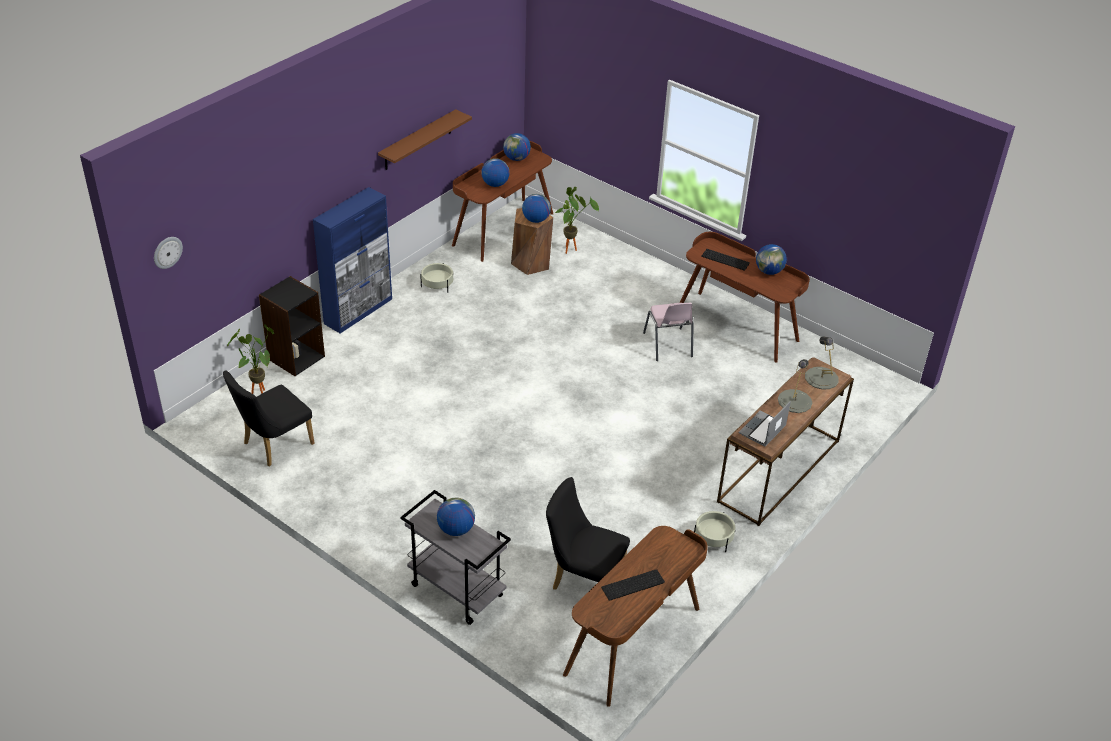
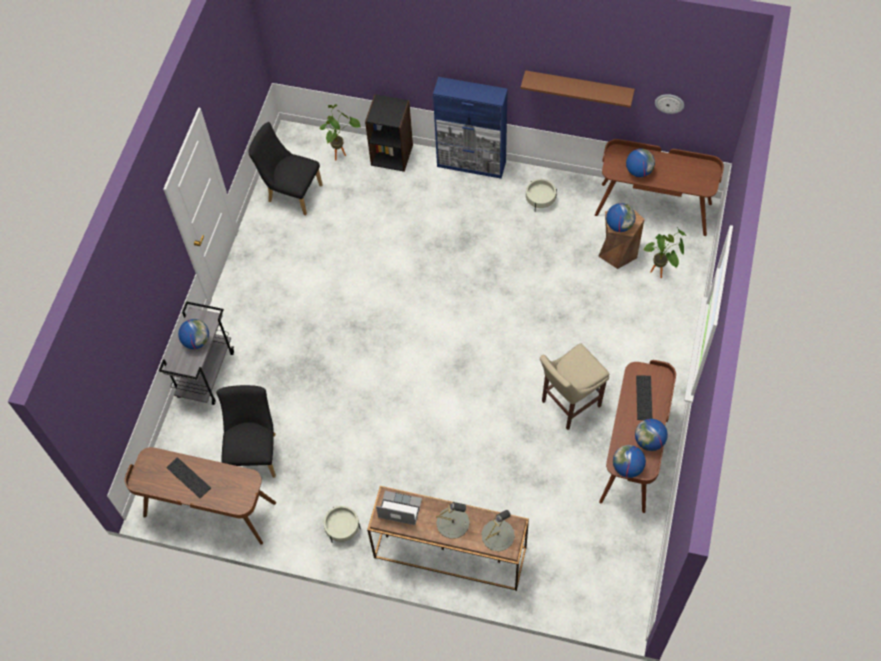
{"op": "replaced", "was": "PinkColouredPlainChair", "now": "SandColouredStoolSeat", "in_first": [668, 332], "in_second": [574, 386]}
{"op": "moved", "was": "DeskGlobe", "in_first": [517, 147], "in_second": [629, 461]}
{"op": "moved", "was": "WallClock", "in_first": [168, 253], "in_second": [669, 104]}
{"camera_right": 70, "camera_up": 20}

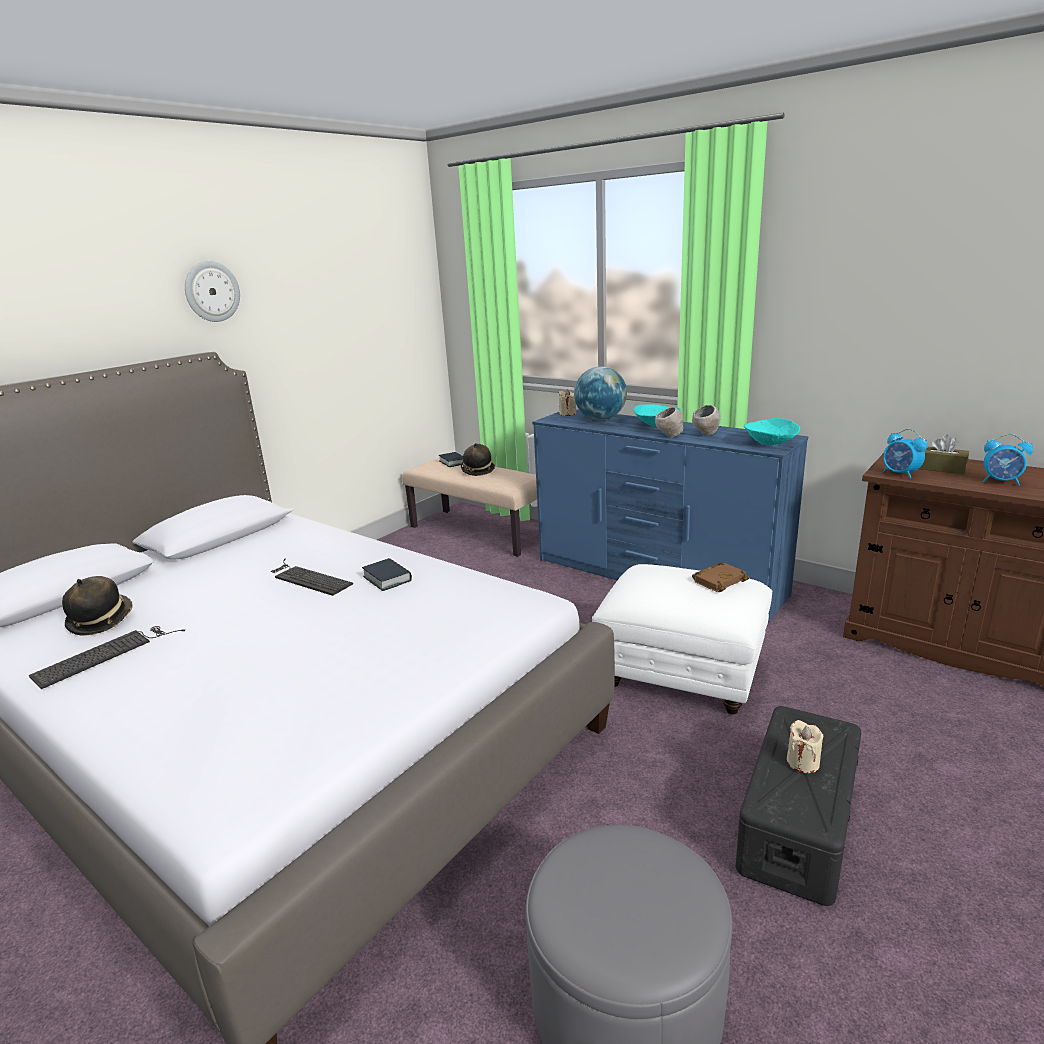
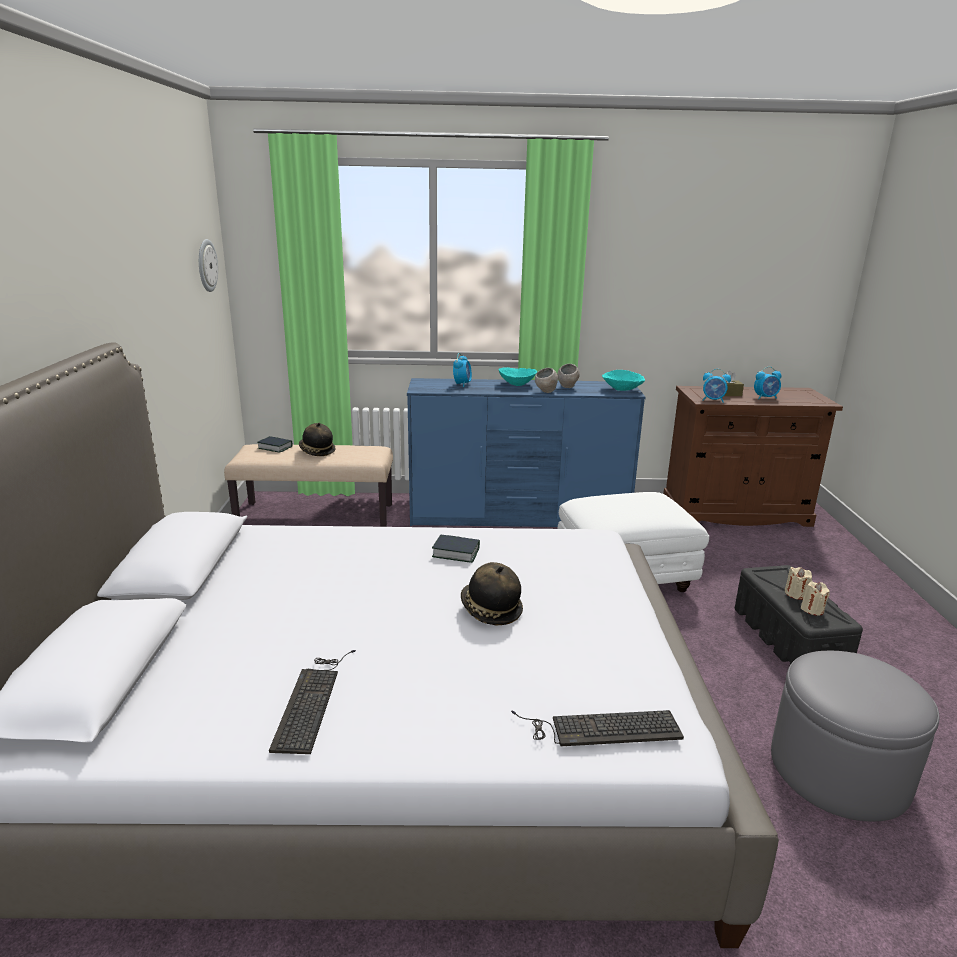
{"op": "moved", "was": "WallClock", "in_first": [212, 291], "in_second": [208, 265]}
{"op": "replaced", "was": "DeskGlobe", "now": "AlarmClock", "in_first": [600, 393], "in_second": [462, 370]}
{"op": "moved", "was": "Hat", "in_first": [97, 606], "in_second": [492, 594]}
{"op": "moved", "was": "ComputerKeyboard", "in_first": [311, 577], "in_second": [597, 728]}
{"op": "moved", "was": "SandColouredCandle", "in_first": [567, 402], "in_second": [815, 598]}
{"op": "removed", "was": "BrownishBook", "in_first": [720, 577]}
{"camera_right": -40, "camera_up": 0}

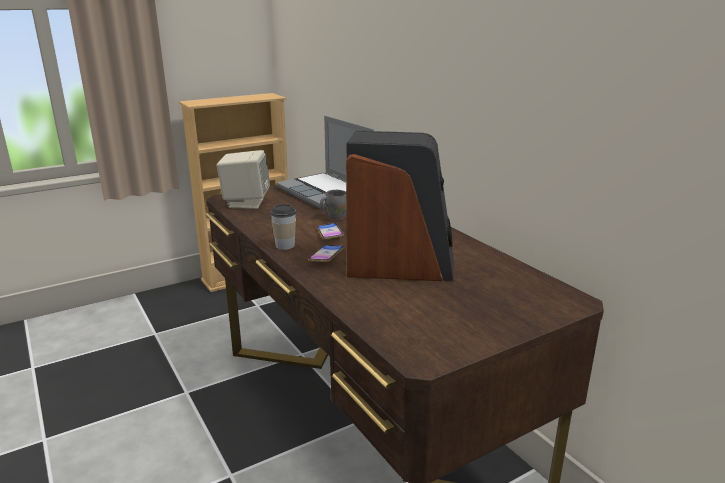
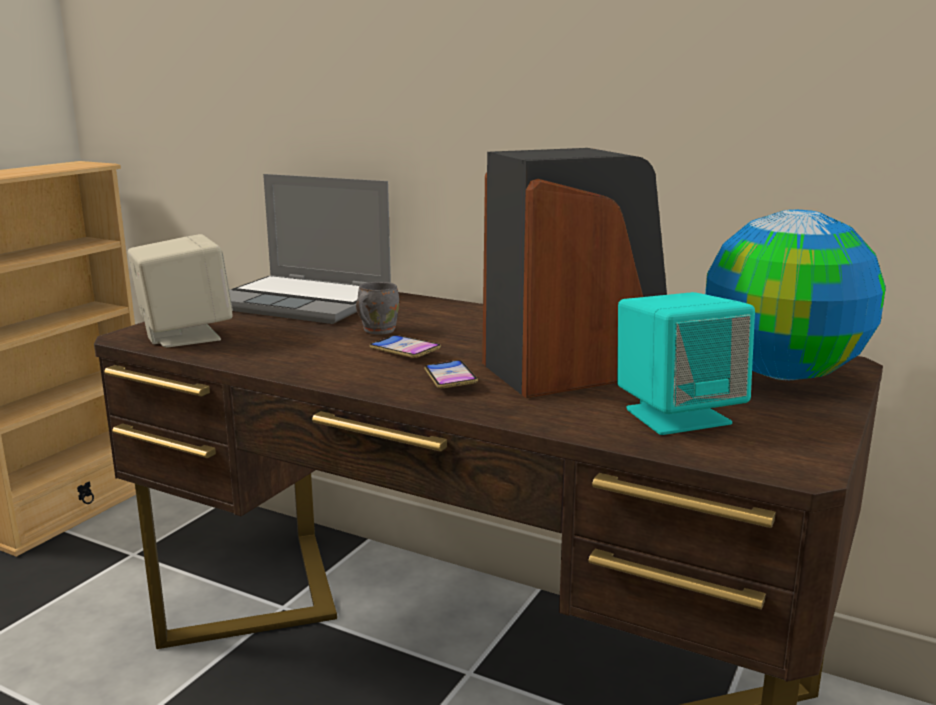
{"op": "added", "now": "BlueGreenLoudspeaker", "in_second": [686, 363]}
{"op": "added", "now": "DeskGlobe", "in_second": [795, 295]}
{"op": "removed", "was": "DrinkingCup", "in_first": [283, 227]}
{"camera_right": -30, "camera_up": -5}

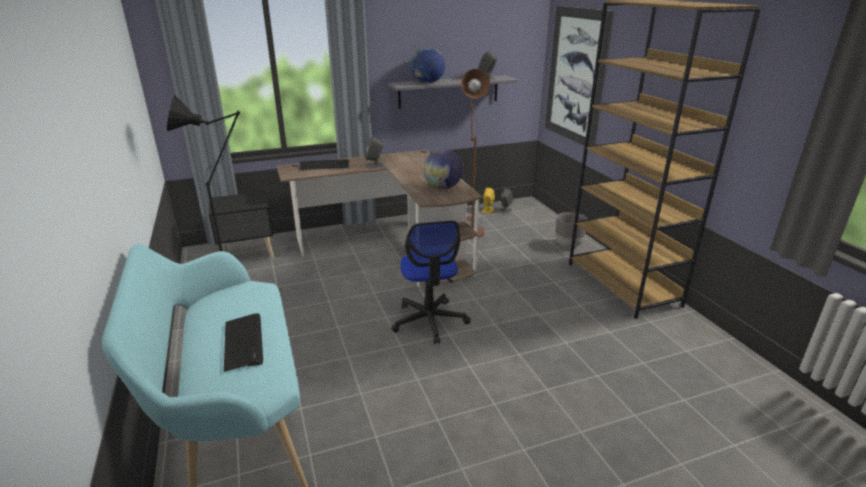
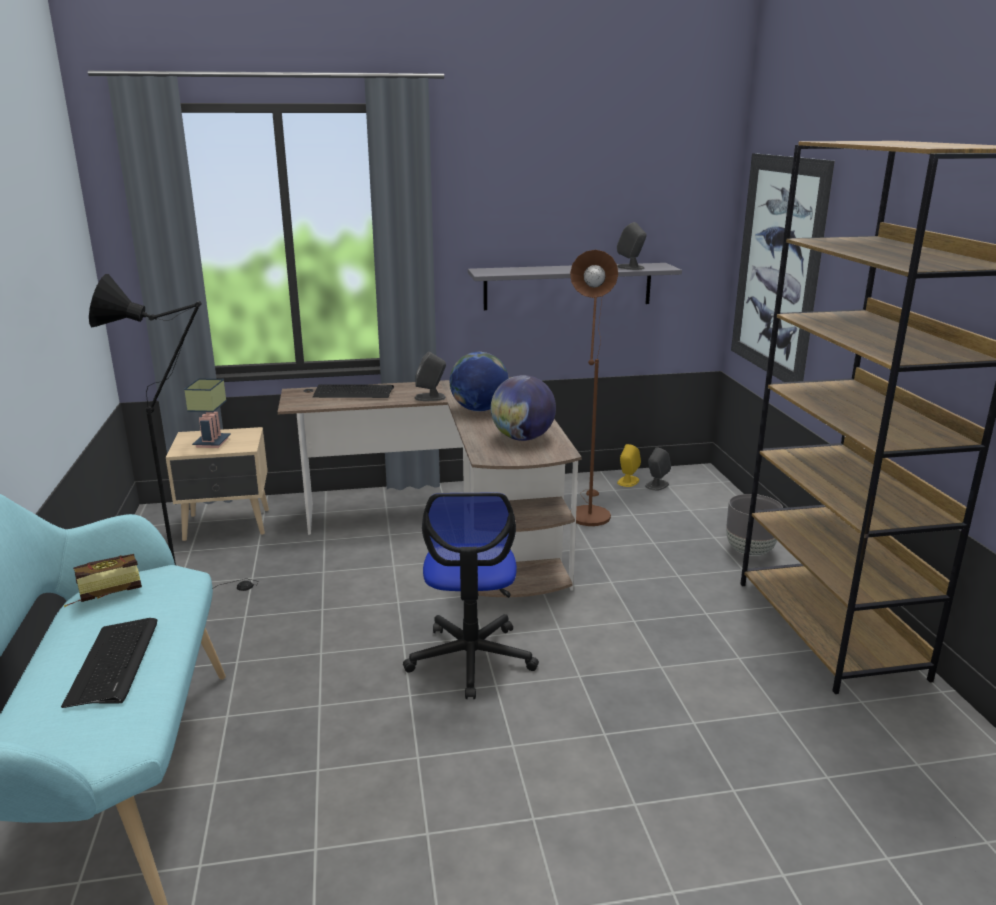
{"op": "added", "now": "Book", "in_second": [103, 580]}
{"op": "recoloured", "was": "BlackColouredBedsideTable", "now": "SandColouredBedsideTable", "in_first": [242, 225], "in_second": [217, 484]}
{"op": "added", "now": "TabletopLamp", "in_second": [207, 413]}
{"op": "moved", "was": "DeskGlobe", "in_first": [428, 65], "in_second": [479, 381]}
{"camera_right": 10, "camera_up": -5}

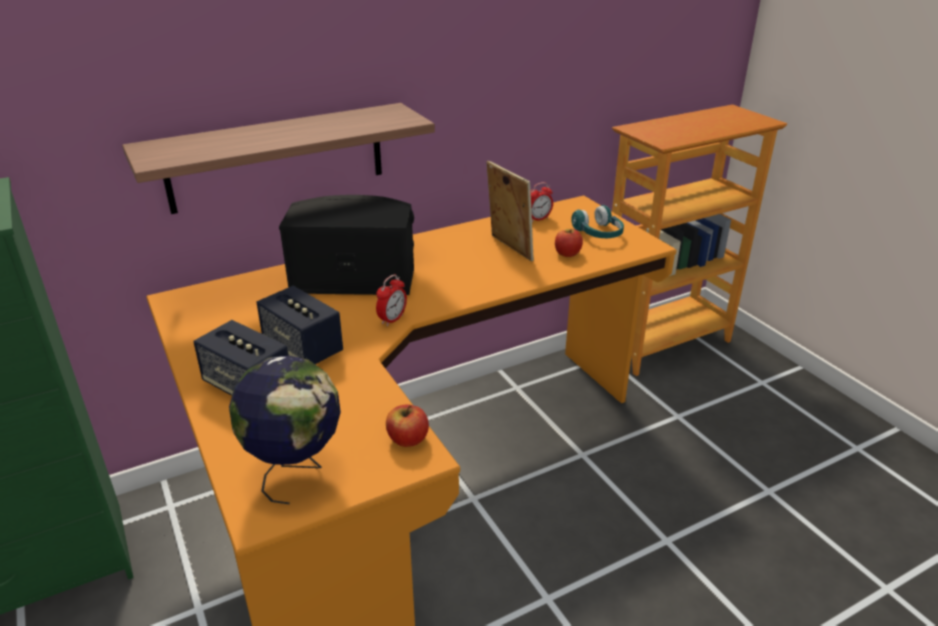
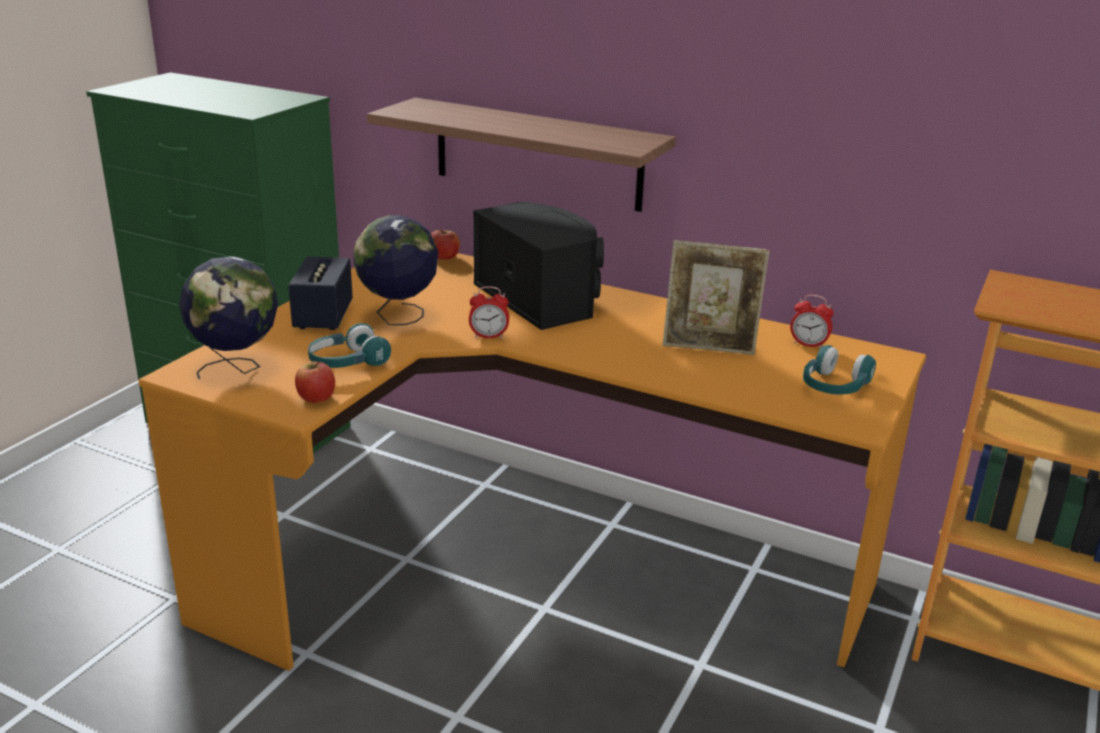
{"op": "added", "now": "BlueGreenHeadset", "in_second": [349, 345]}
{"op": "replaced", "was": "Loudspeaker", "now": "DeskGlobe", "in_first": [299, 325], "in_second": [396, 270]}
{"op": "moved", "was": "WholeApple", "in_first": [569, 243], "in_second": [445, 244]}
{"op": "turned", "was": "PhotoFrame", "in_first": [510, 211], "in_second": [716, 297], "clockwise": 75}
{"camera_right": 55, "camera_up": -5}

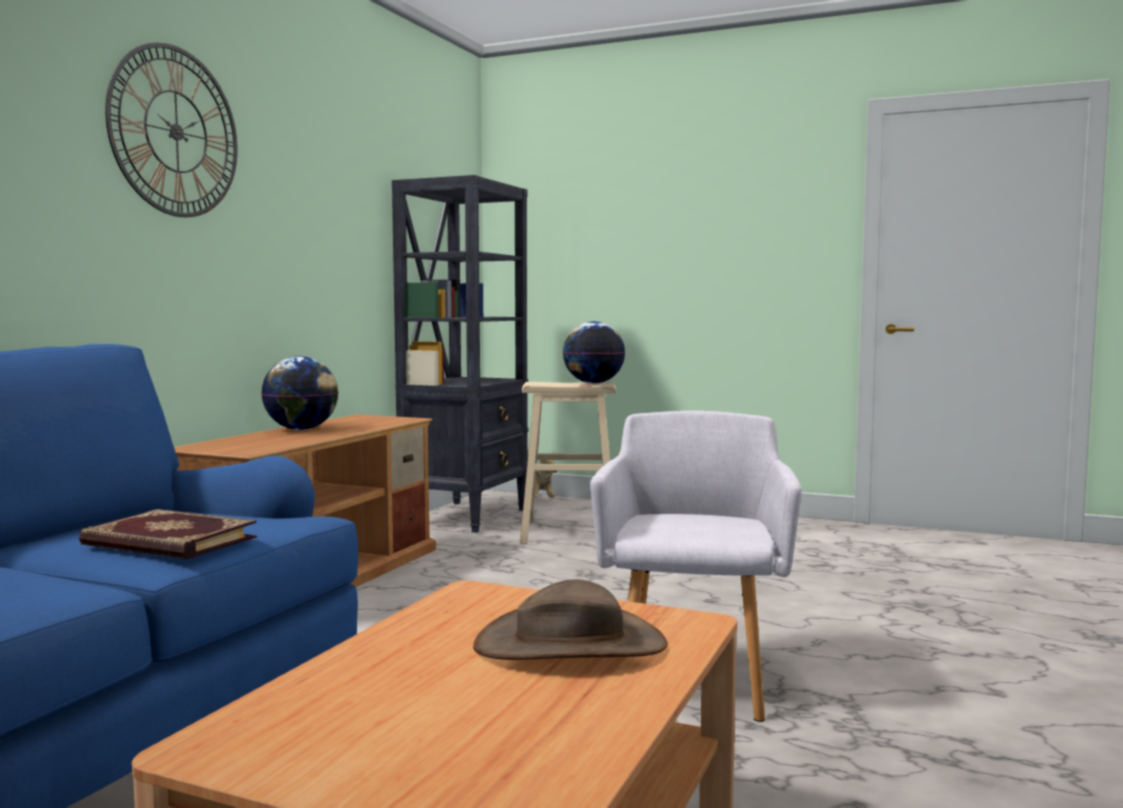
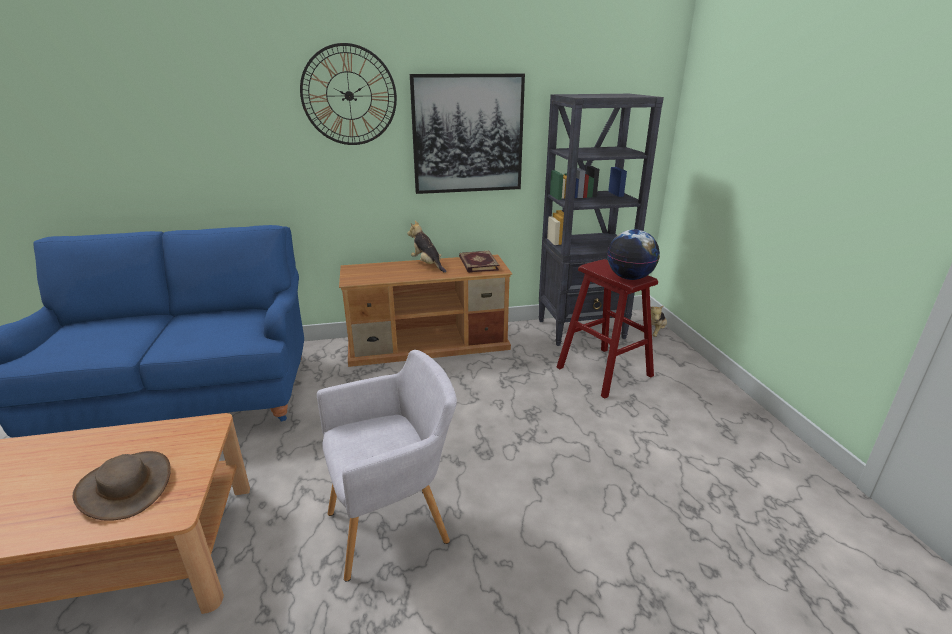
{"op": "replaced", "was": "DeskGlobe", "now": "PlushToy", "in_first": [300, 393], "in_second": [426, 247]}
{"op": "added", "now": "WallArt", "in_second": [467, 134]}
{"op": "moved", "was": "Book", "in_first": [168, 534], "in_second": [479, 262]}
{"op": "recoloured", "was": "SandColouredStoolSeat", "now": "RedStoolSeat", "in_first": [568, 463], "in_second": [607, 329]}
{"camera_right": 55, "camera_up": 20}

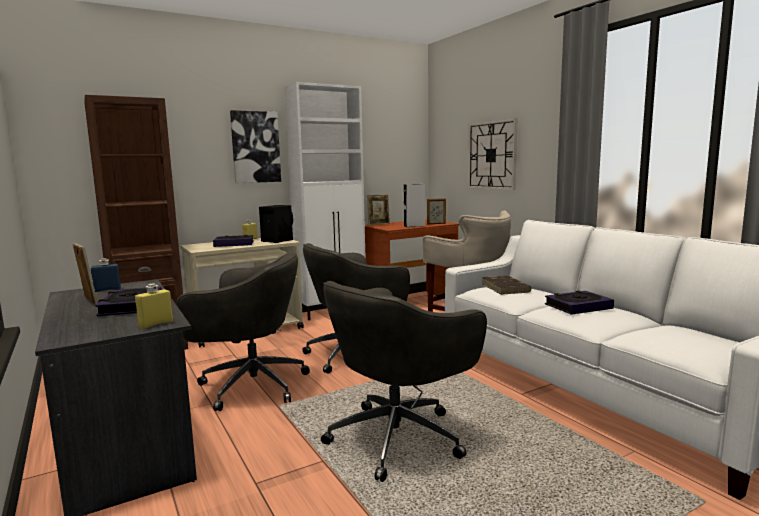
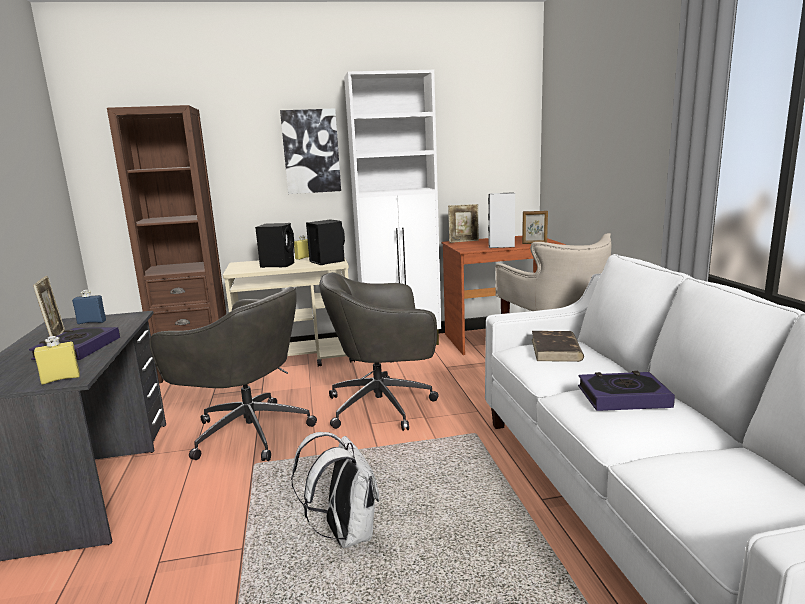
{"op": "replaced", "was": "Book", "now": "BlackColouredLoudspeaker", "in_first": [233, 241], "in_second": [274, 245]}
{"op": "replaced", "was": "GreyOfficeChair", "now": "WhiteRucksack", "in_first": [404, 381], "in_second": [335, 490]}
{"op": "removed", "was": "WallClock", "in_first": [493, 154]}
{"camera_right": 20, "camera_up": 5}

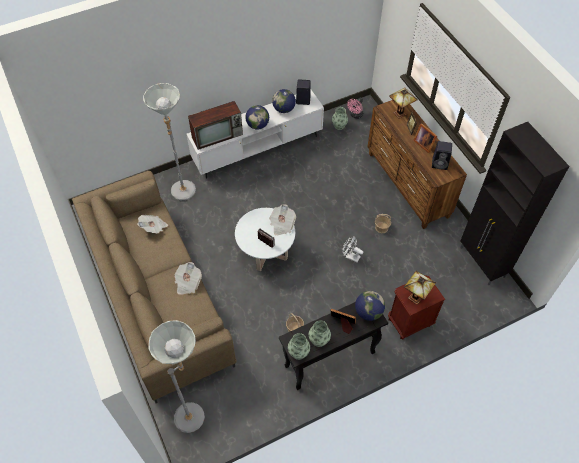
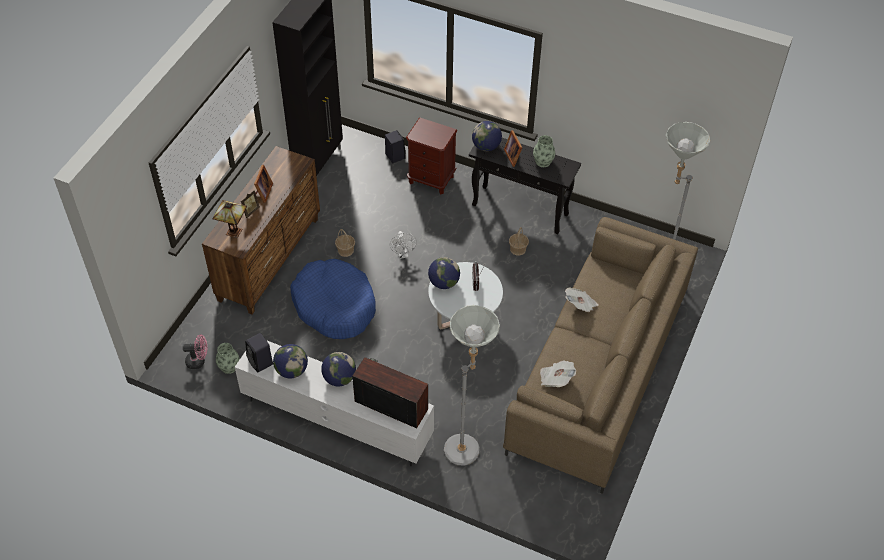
{"op": "added", "now": "BlueDogCushion", "in_second": [333, 299]}
{"op": "moved", "was": "BlackColouredLoudspeaker", "in_first": [442, 155], "in_second": [395, 146]}
{"op": "replaced", "was": "DailyPaper", "now": "DeskGlobe", "in_first": [283, 219], "in_second": [444, 273]}
{"op": "removed", "was": "DecorativeVase", "in_first": [299, 346]}
{"op": "removed", "was": "TabletopLamp", "in_first": [420, 288]}
{"camera_right": -130, "camera_up": -5}

